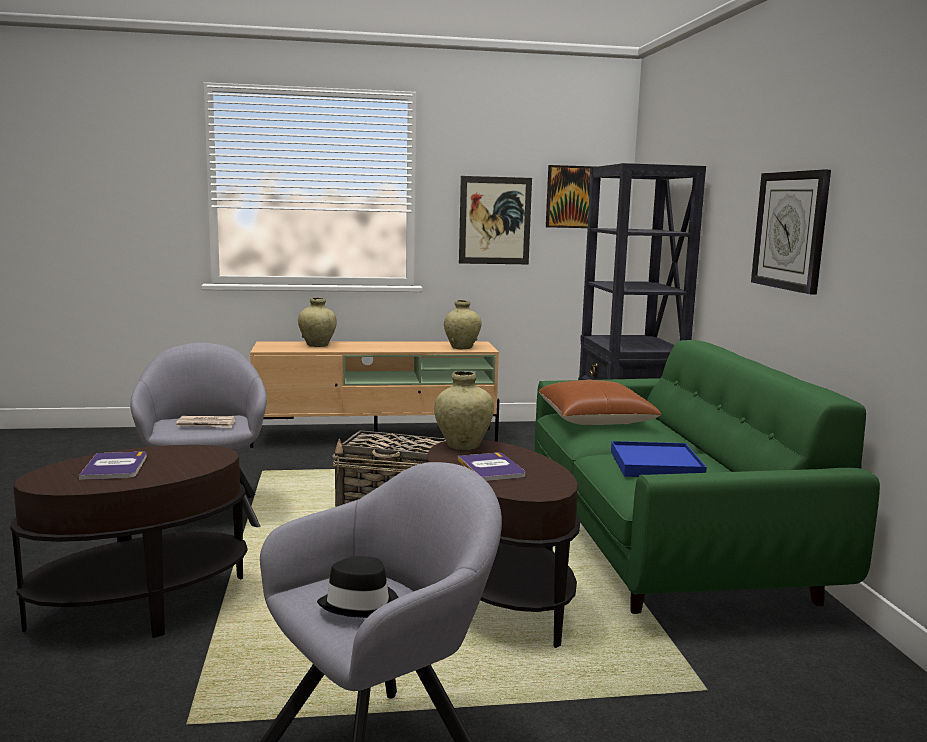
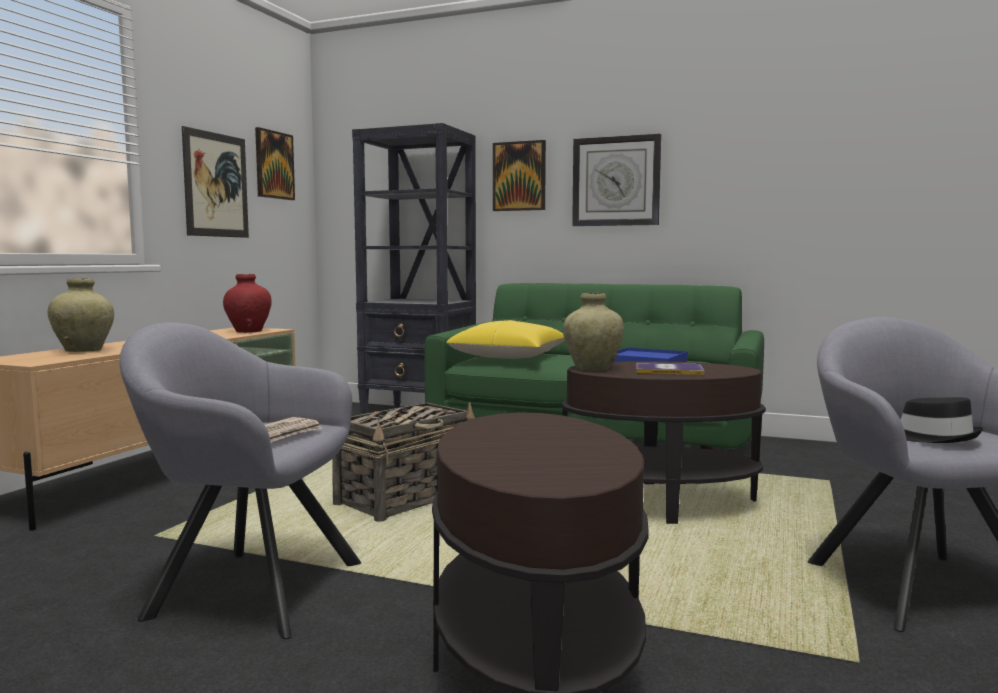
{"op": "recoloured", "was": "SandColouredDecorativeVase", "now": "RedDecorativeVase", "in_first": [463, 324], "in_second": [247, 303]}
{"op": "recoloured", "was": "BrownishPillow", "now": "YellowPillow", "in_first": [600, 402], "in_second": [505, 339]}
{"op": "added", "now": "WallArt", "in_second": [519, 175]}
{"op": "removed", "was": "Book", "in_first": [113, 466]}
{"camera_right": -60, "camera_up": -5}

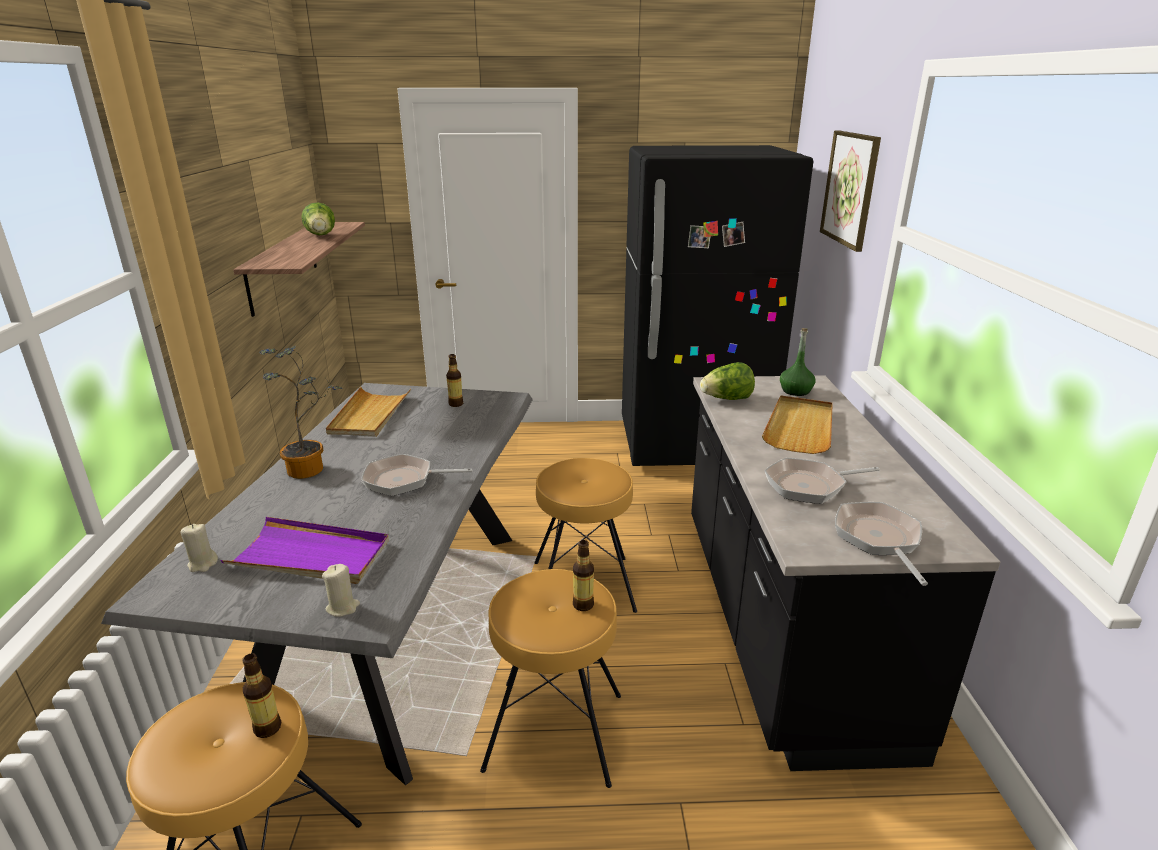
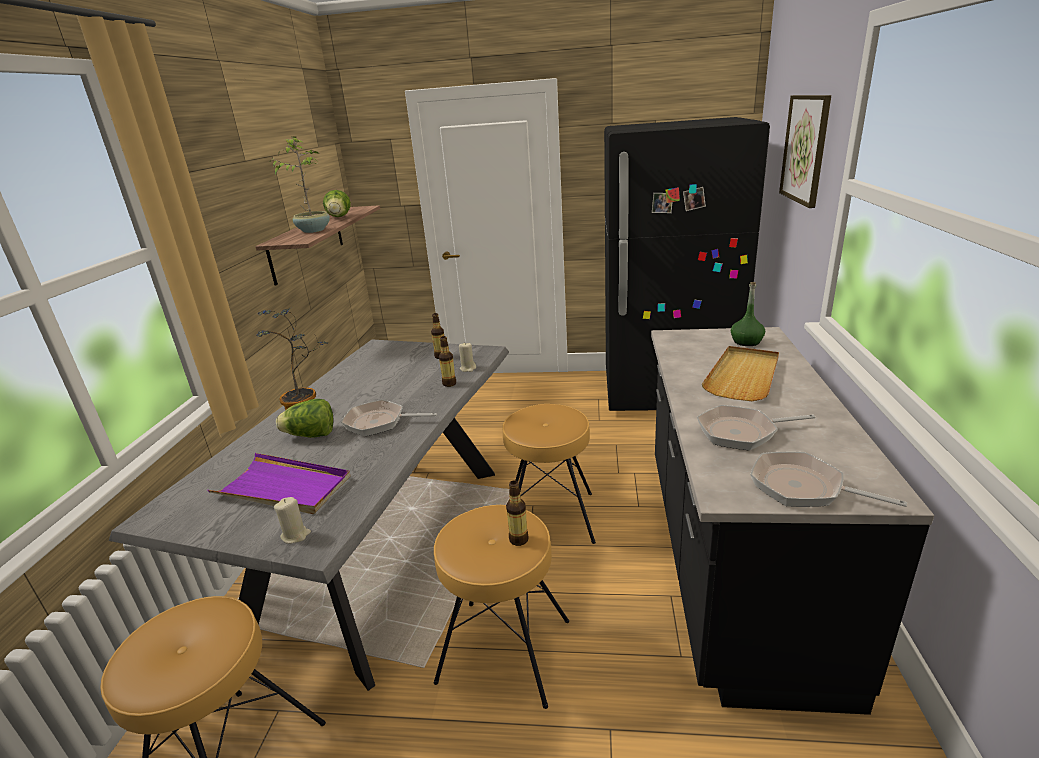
{"op": "added", "now": "Houseplant", "in_second": [299, 184]}
{"op": "moved", "was": "LettuceHead", "in_first": [727, 381], "in_second": [305, 418]}
{"op": "moved", "was": "BeverageBottle", "in_first": [261, 695], "in_second": [447, 361]}
{"op": "moved", "was": "SandColouredCandle", "in_first": [199, 548], "in_second": [467, 357]}
{"op": "turned", "was": "FryingPan", "in_first": [881, 544], "in_second": [828, 479], "clockwise": -60}
{"op": "removed", "was": "SandColouredServingTray", "in_first": [368, 412]}
{"camera_right": 10, "camera_up": 0}

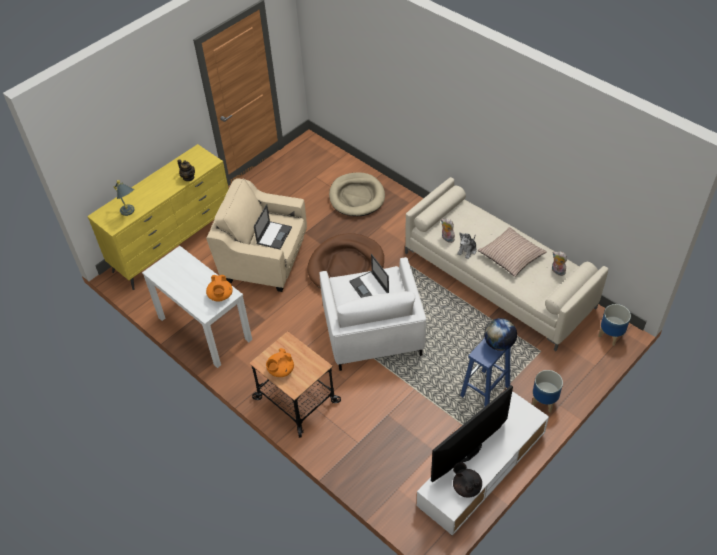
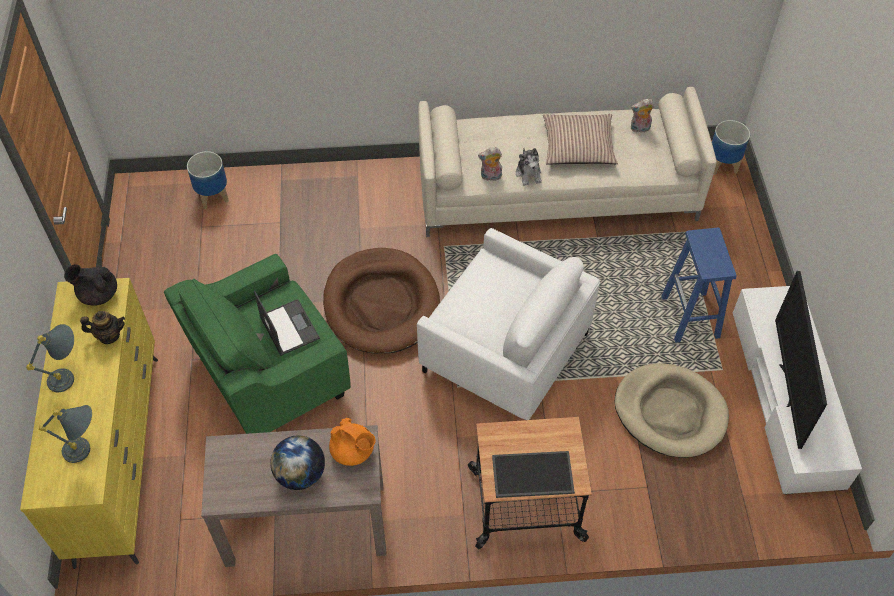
{"op": "added", "now": "GreyTabletopLamp", "in_second": [50, 358]}
{"op": "moved", "was": "BlackColouredPotForTea", "in_first": [467, 480], "in_second": [90, 285]}
{"op": "recoloured", "was": "SandColouredArmchair", "now": "GreenishArmchair", "in_first": [256, 235], "in_second": [257, 344]}
{"op": "moved", "was": "FlowerPot", "in_first": [547, 391], "in_second": [208, 180]}
{"op": "recoloured", "was": "WhiteConsoleTable", "now": "BrownishConsoleTable", "in_first": [197, 307], "in_second": [293, 496]}
{"op": "moved", "was": "DeskGlobe", "in_first": [500, 334], "in_second": [297, 462]}
{"op": "replaced", "was": "OrangeColouredPotForTea", "now": "ServingTray", "in_first": [280, 362], "in_second": [533, 474]}
{"op": "moved", "was": "SandColouredDogCushion", "in_first": [357, 194], "in_second": [672, 410]}
{"op": "removed", "was": "NotebookComputer", "in_first": [369, 276]}
{"camera_right": -50, "camera_up": 5}

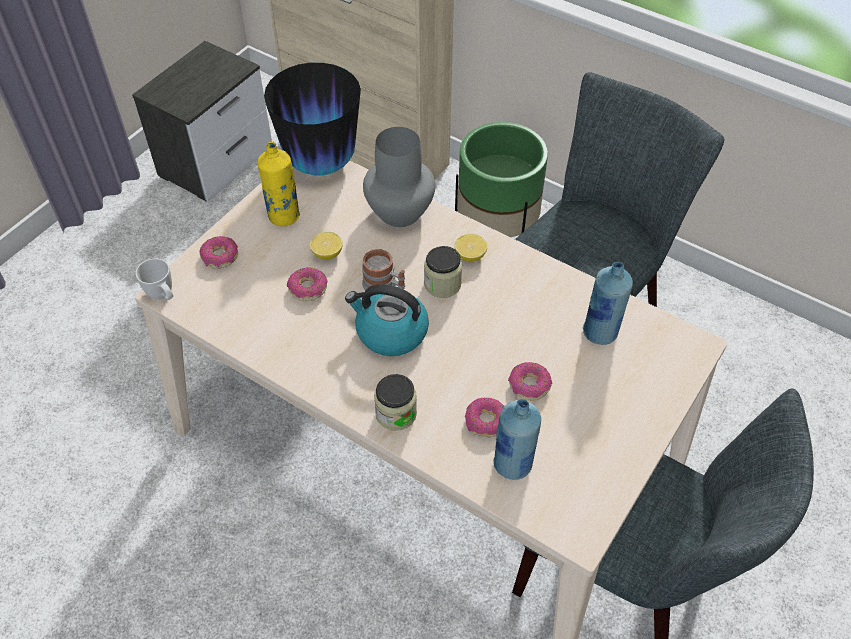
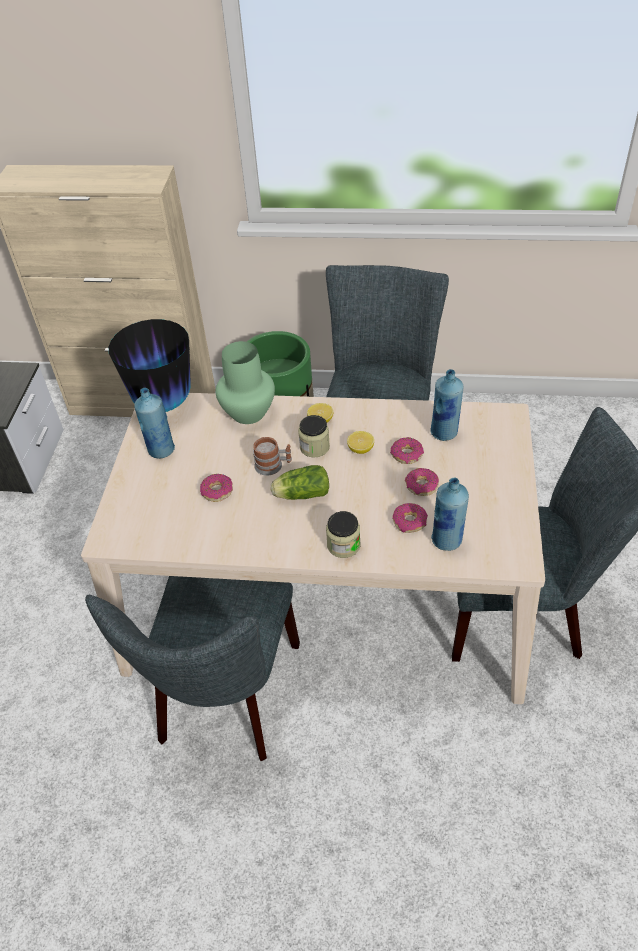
{"op": "added", "now": "GreyPlainChair", "in_second": [192, 668]}
{"op": "recoloured", "was": "YellowBeverageBottle", "now": "BlueBeverageBottle", "in_first": [279, 183], "in_second": [154, 423]}
{"op": "recoloured", "was": "GreyDecorativeVase", "now": "GreenishDecorativeVase", "in_first": [399, 177], "in_second": [245, 382]}
{"op": "replaced", "was": "WaterKettle", "now": "LettuceHead", "in_first": [387, 320], "in_second": [300, 482]}
{"op": "moved", "was": "Lemon", "in_first": [326, 246], "in_second": [360, 442]}
{"op": "moved", "was": "RingDoughnut", "in_first": [218, 252], "in_second": [407, 450]}
{"op": "removed", "was": "WhiteCoffeeMug", "in_first": [154, 279]}
{"camera_right": -25, "camera_up": -5}

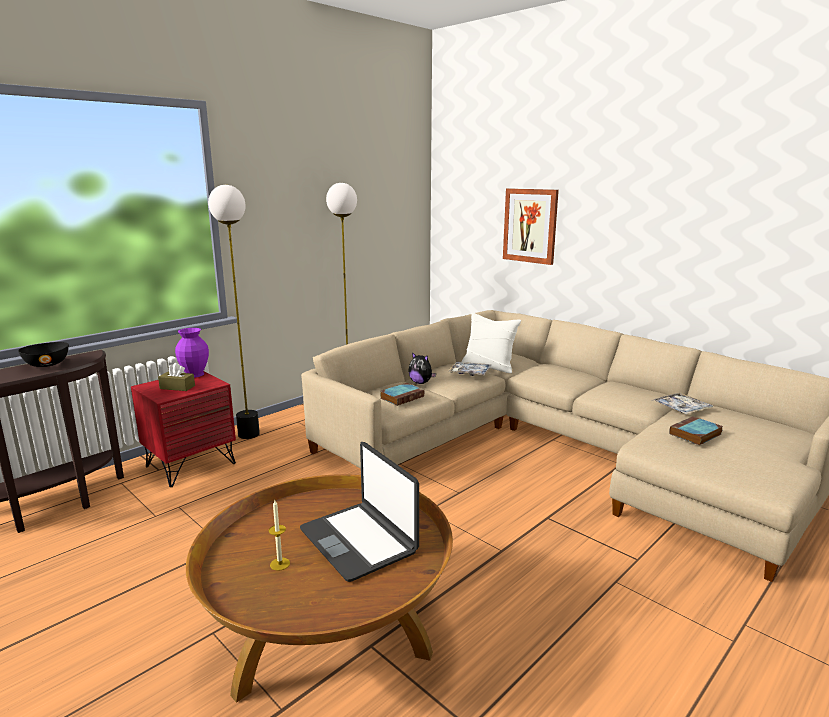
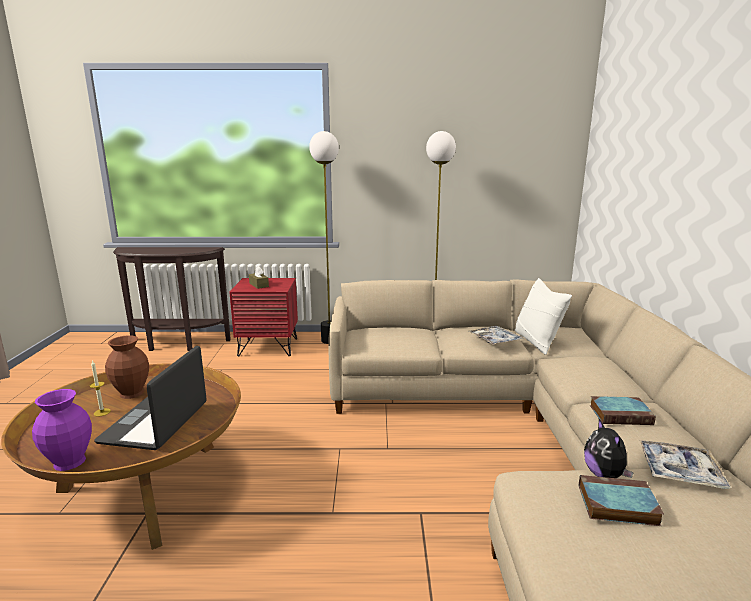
{"op": "moved", "was": "PurpleDecorativeVase", "in_first": [192, 353], "in_second": [62, 430]}
{"op": "added", "now": "BrownishDecorativeVase", "in_second": [127, 367]}
{"op": "moved", "was": "PlushToy", "in_first": [422, 368], "in_second": [609, 448]}
{"op": "moved", "was": "Book", "in_first": [402, 394], "in_second": [623, 410]}
{"op": "removed", "was": "BlackColouredBowl", "in_first": [43, 354]}
{"op": "removed", "was": "WallArt", "in_first": [531, 226]}
{"camera_right": 45, "camera_up": 0}

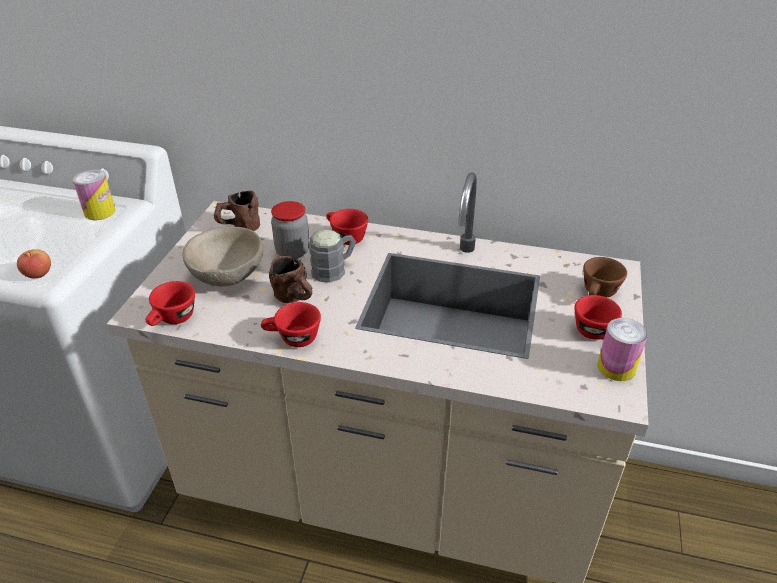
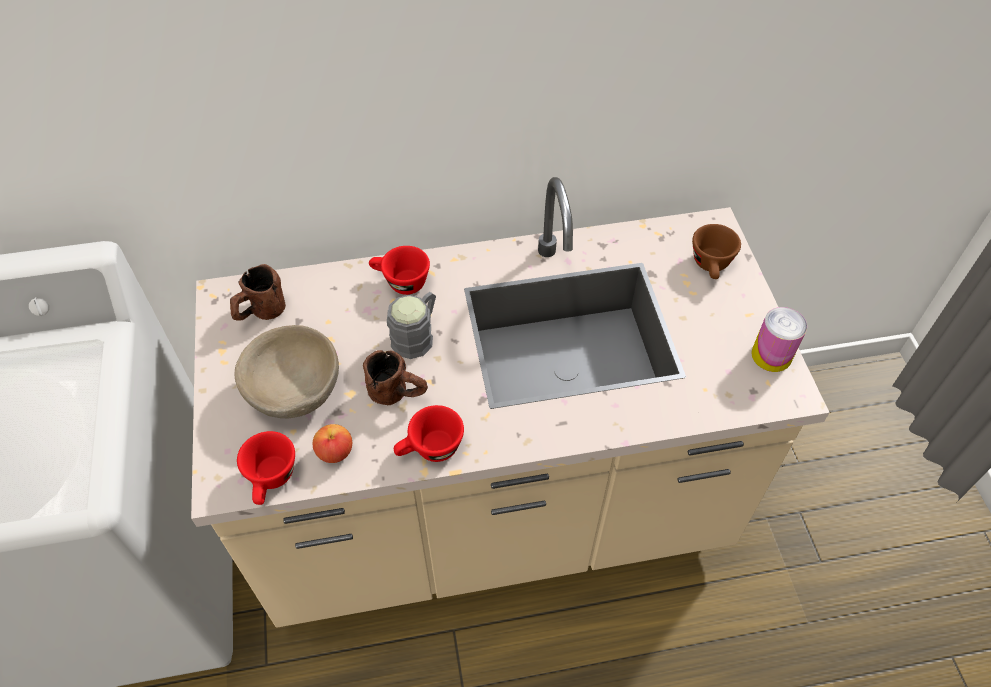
{"op": "moved", "was": "WholeApple", "in_first": [34, 263], "in_second": [332, 443]}
{"op": "removed", "was": "Can", "in_first": [94, 195]}
{"op": "removed", "was": "Jar", "in_first": [290, 230]}
{"op": "removed", "was": "RedDrinkingCup", "in_first": [598, 317]}
{"camera_right": -25, "camera_up": 15}

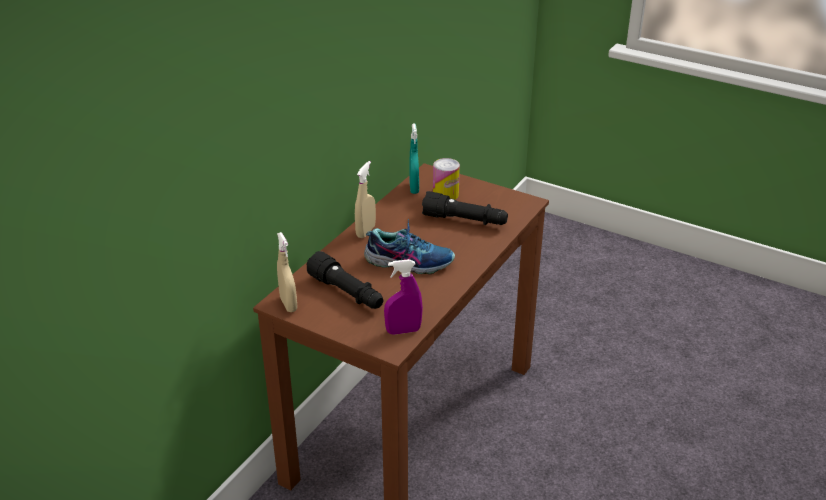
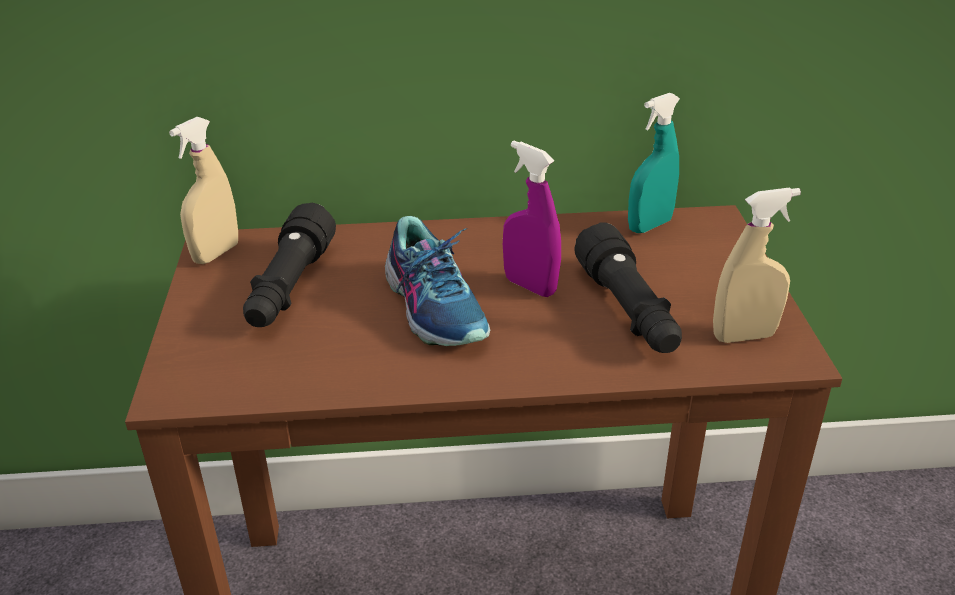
{"op": "moved", "was": "PurpleSprayer", "in_first": [403, 297], "in_second": [532, 218]}
{"op": "moved", "was": "SandColouredSprayer", "in_first": [365, 199], "in_second": [757, 265]}
{"op": "removed", "was": "Can", "in_first": [446, 179]}
{"camera_right": 55, "camera_up": 0}

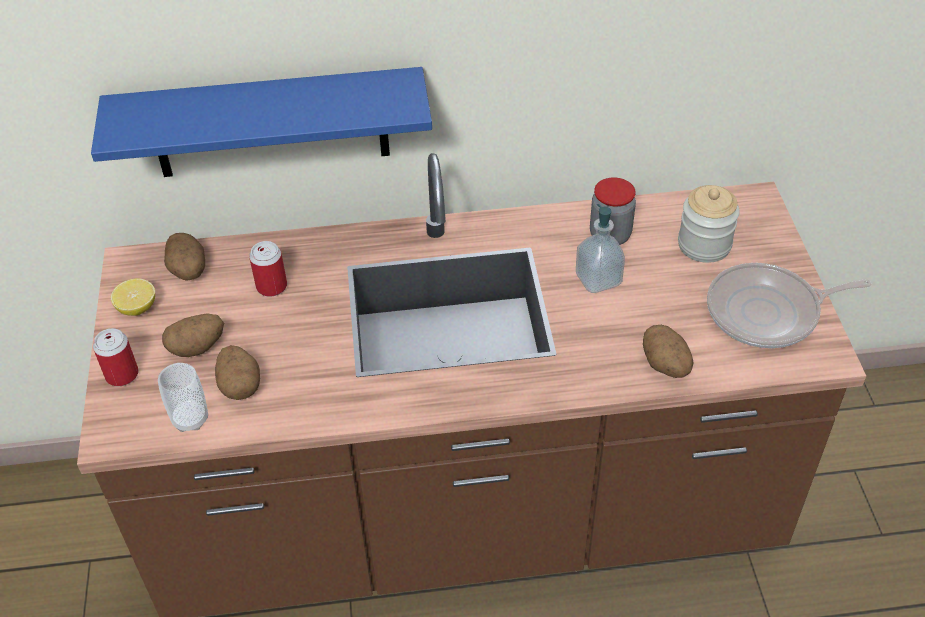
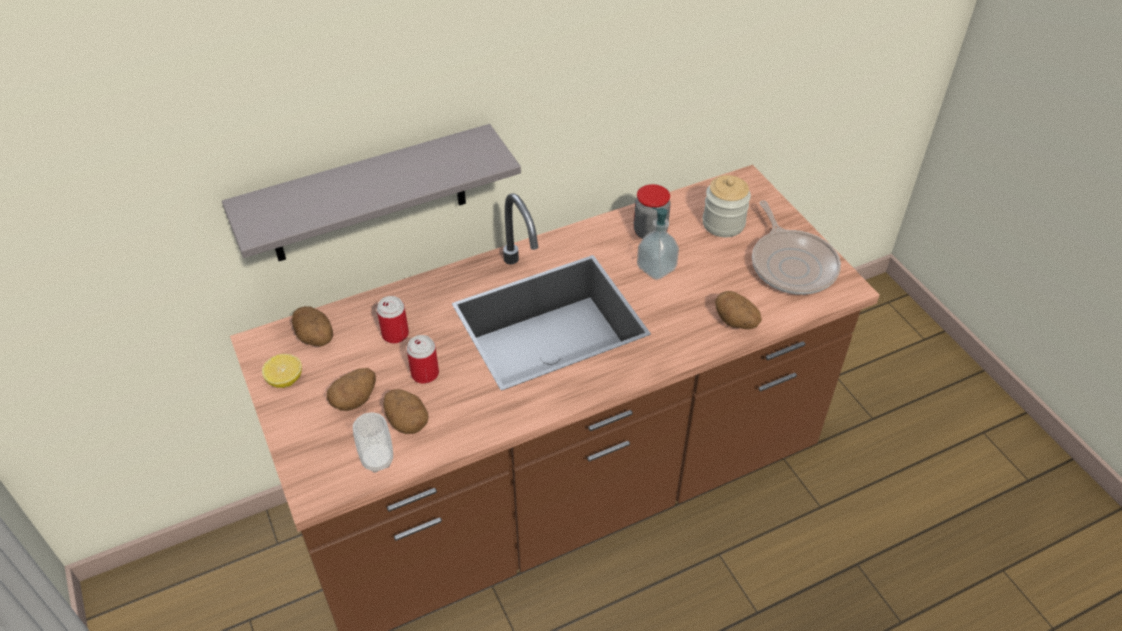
{"op": "recoloured", "was": "BlueBracketShelf", "now": "GreyBracketShelf", "in_first": [261, 122], "in_second": [371, 192]}
{"op": "moved", "was": "Can", "in_first": [116, 357], "in_second": [423, 359]}
{"op": "turned", "was": "FryingPan", "in_first": [789, 305], "in_second": [796, 247], "clockwise": -75}
{"camera_right": -20, "camera_up": 0}

